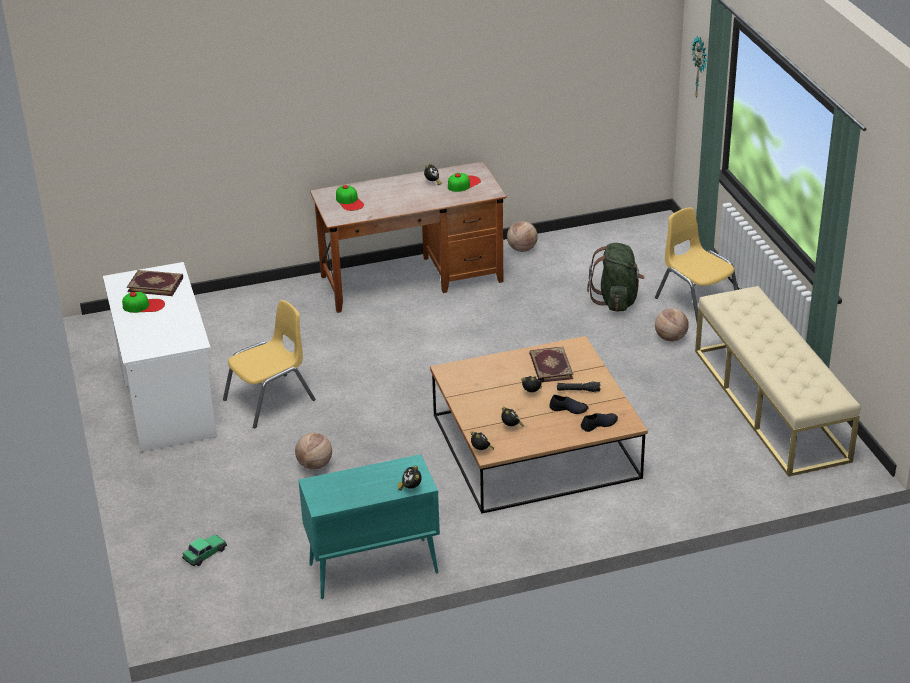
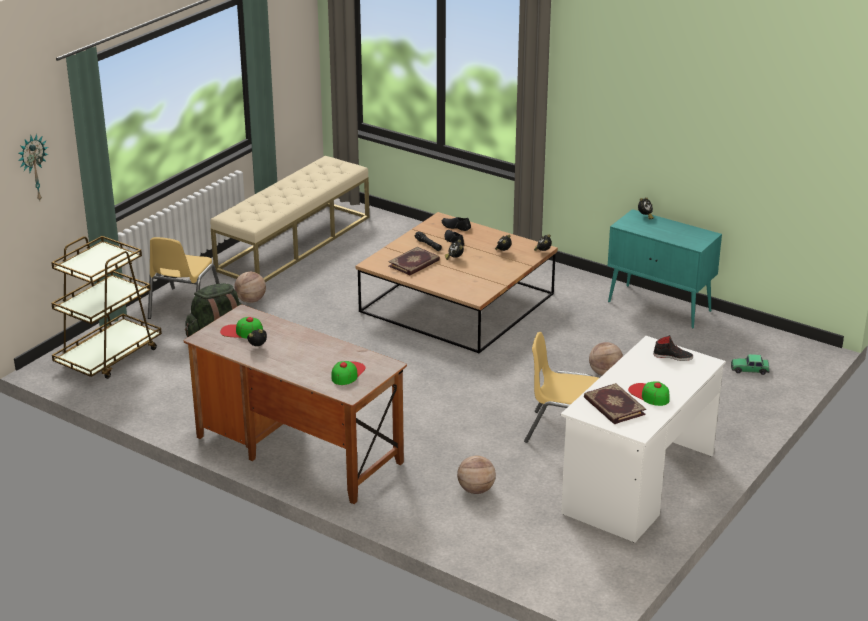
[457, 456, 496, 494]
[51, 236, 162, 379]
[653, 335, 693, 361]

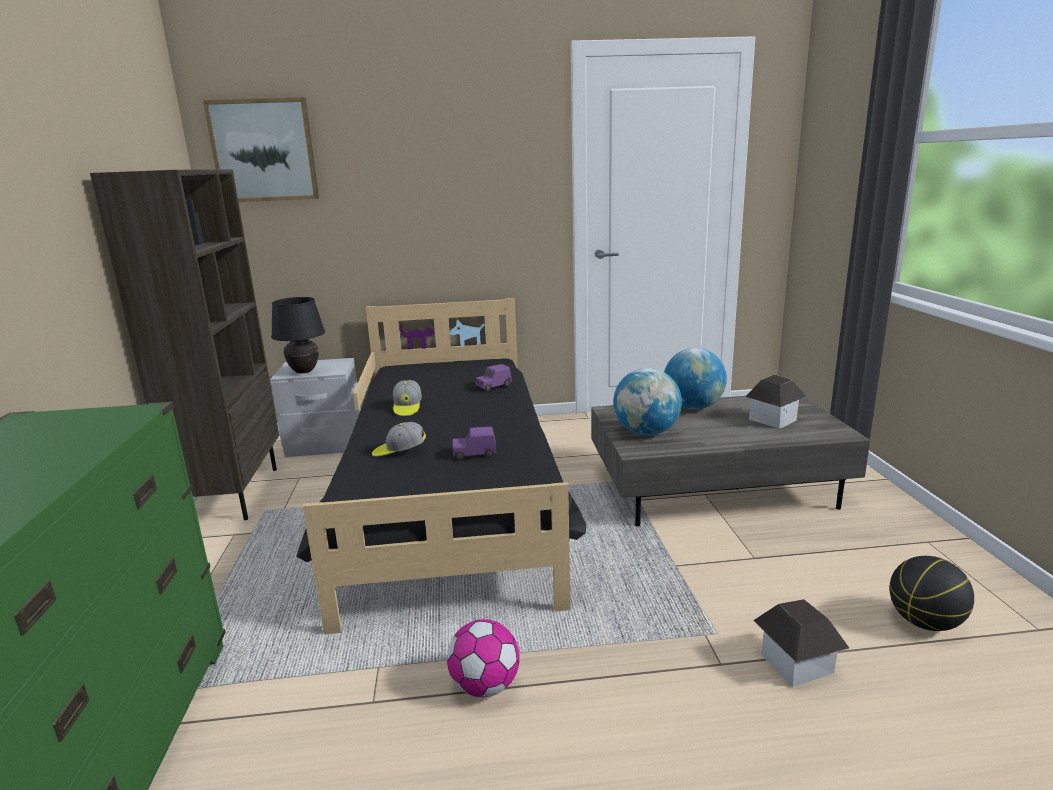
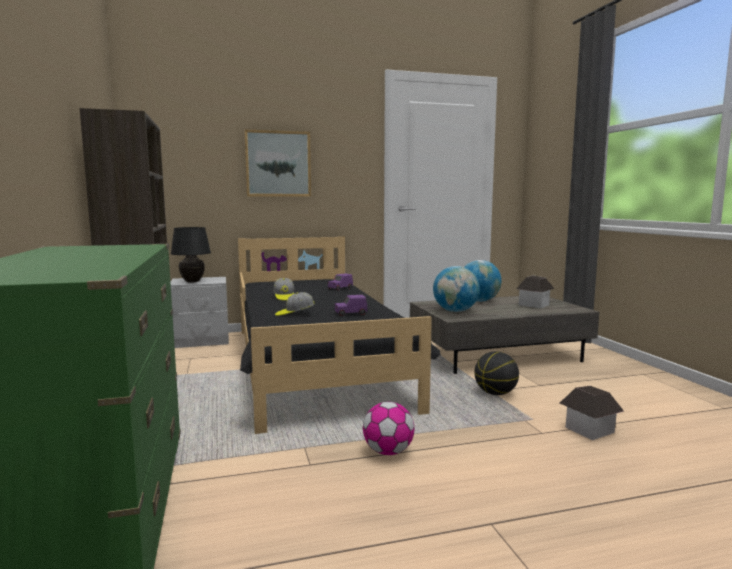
[244, 129, 311, 197]
[474, 351, 519, 395]

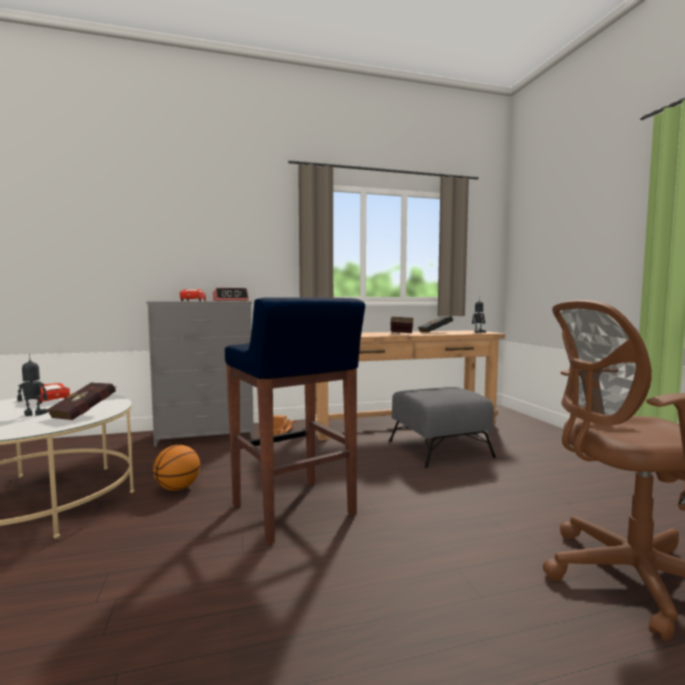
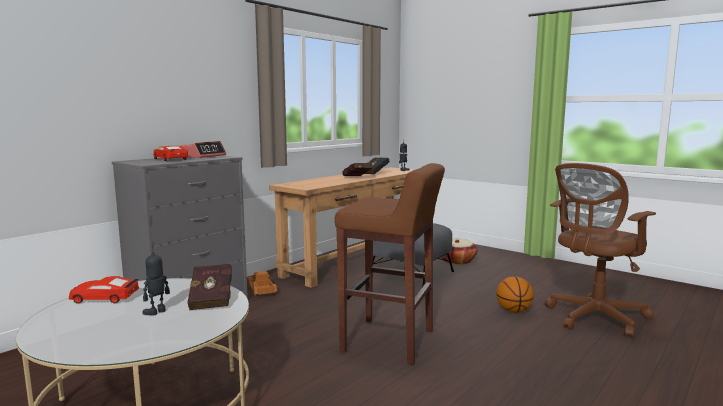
[335, 163, 445, 365]
[496, 276, 534, 313]
[442, 239, 478, 265]

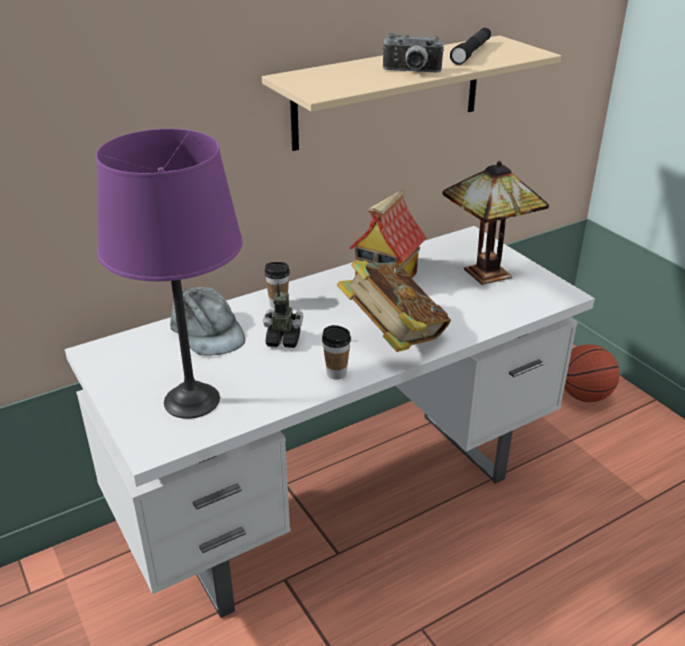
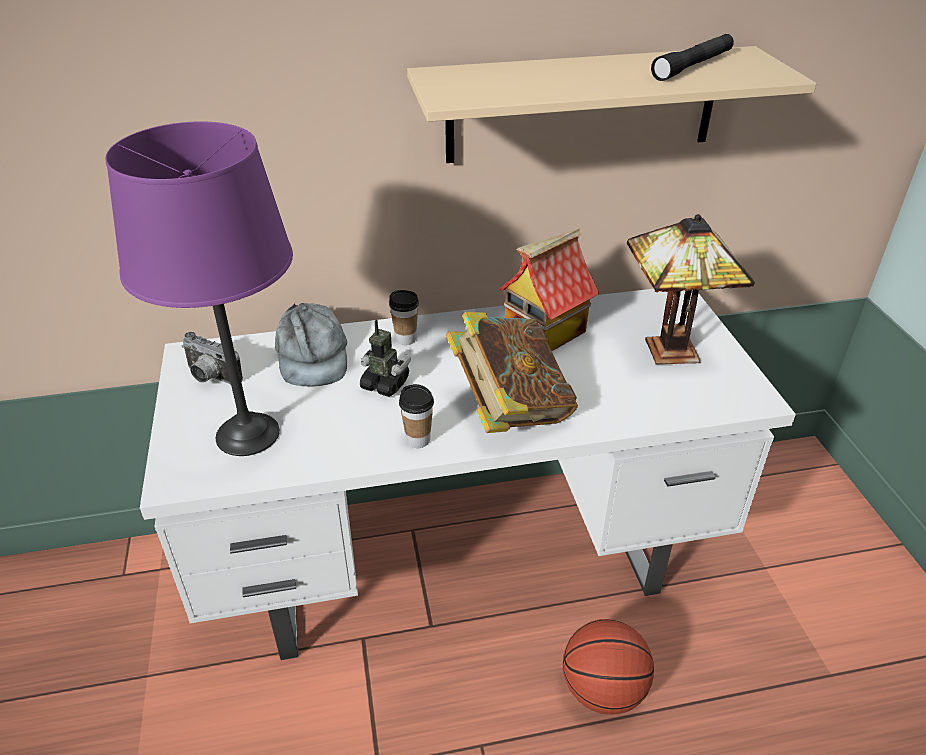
[182, 332, 243, 384]
[563, 619, 654, 715]

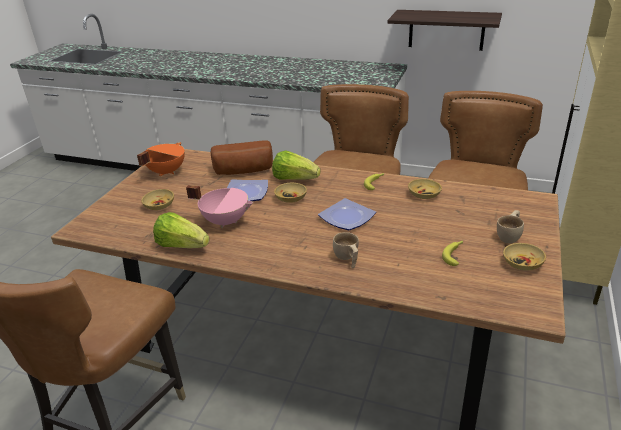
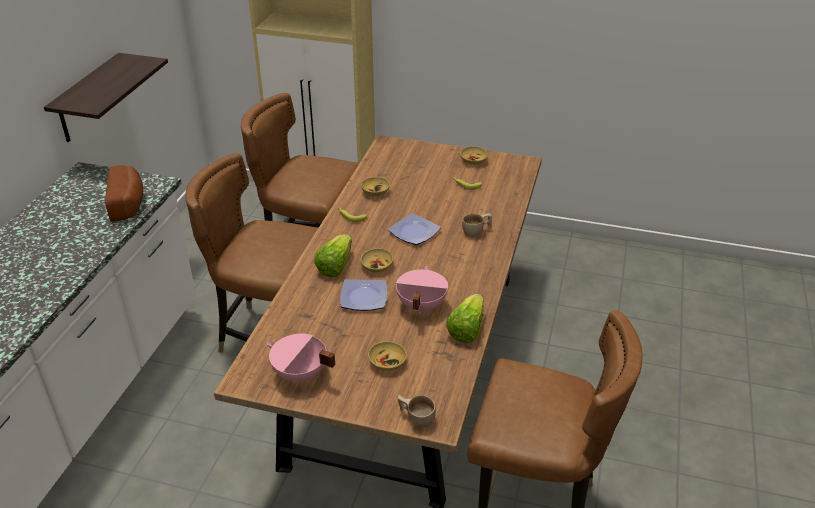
[105, 165, 143, 222]
[267, 334, 335, 383]
[398, 395, 436, 428]

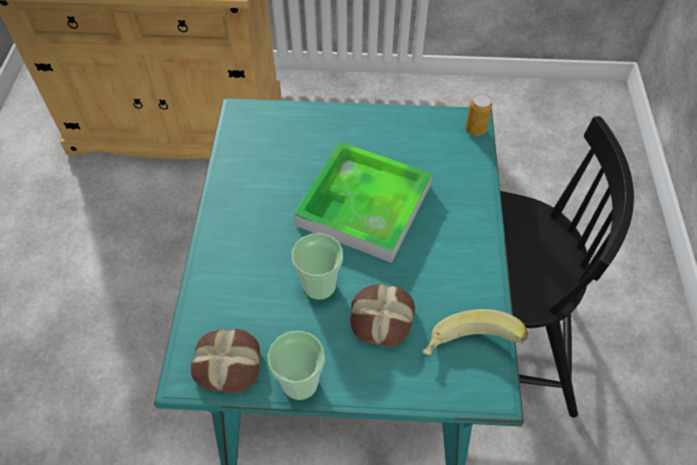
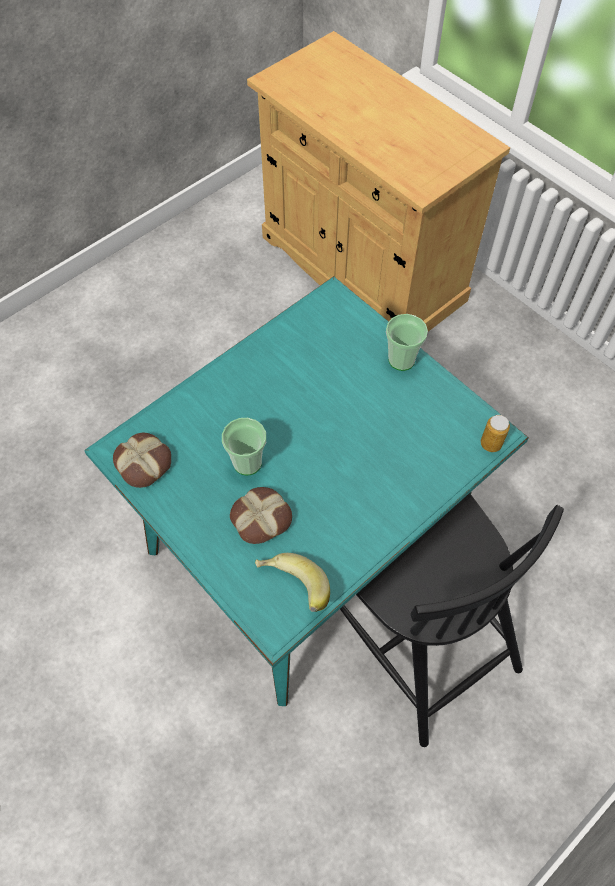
[294, 142, 432, 263] (first image)
[386, 314, 428, 371]

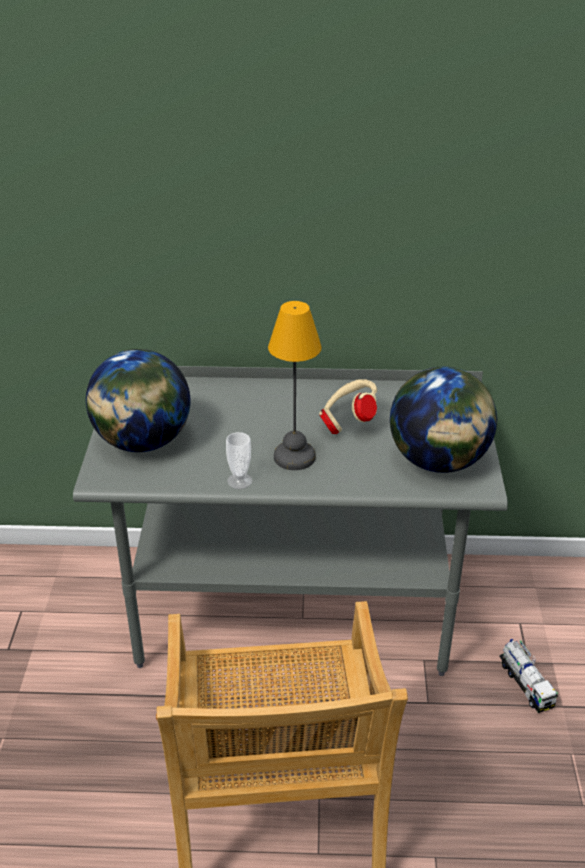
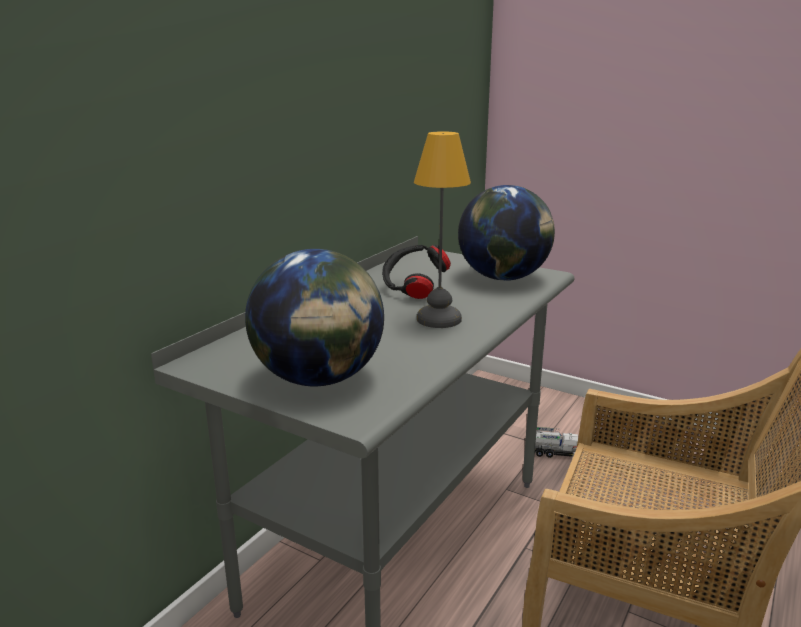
[382, 245, 451, 299]
[226, 432, 252, 489] (first image)

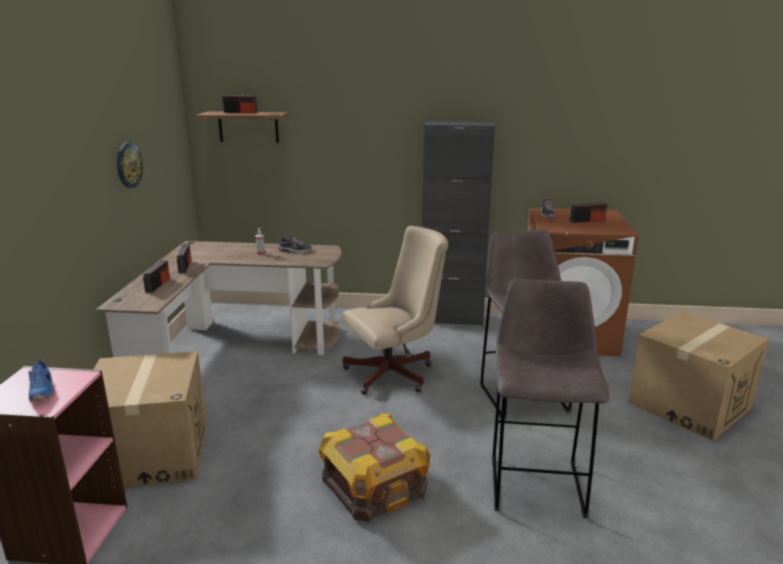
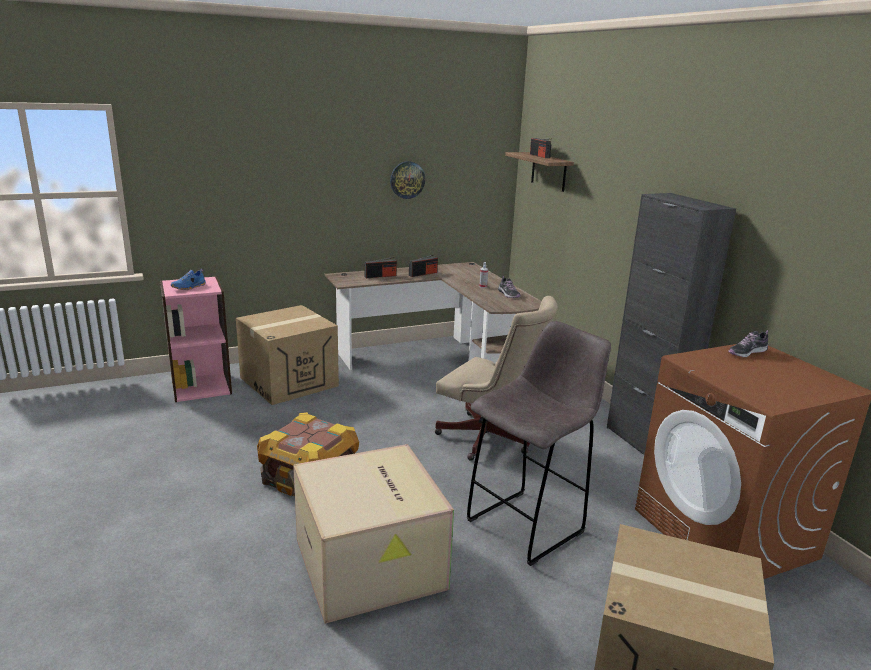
[570, 200, 607, 223] (first image)
[293, 444, 454, 624]

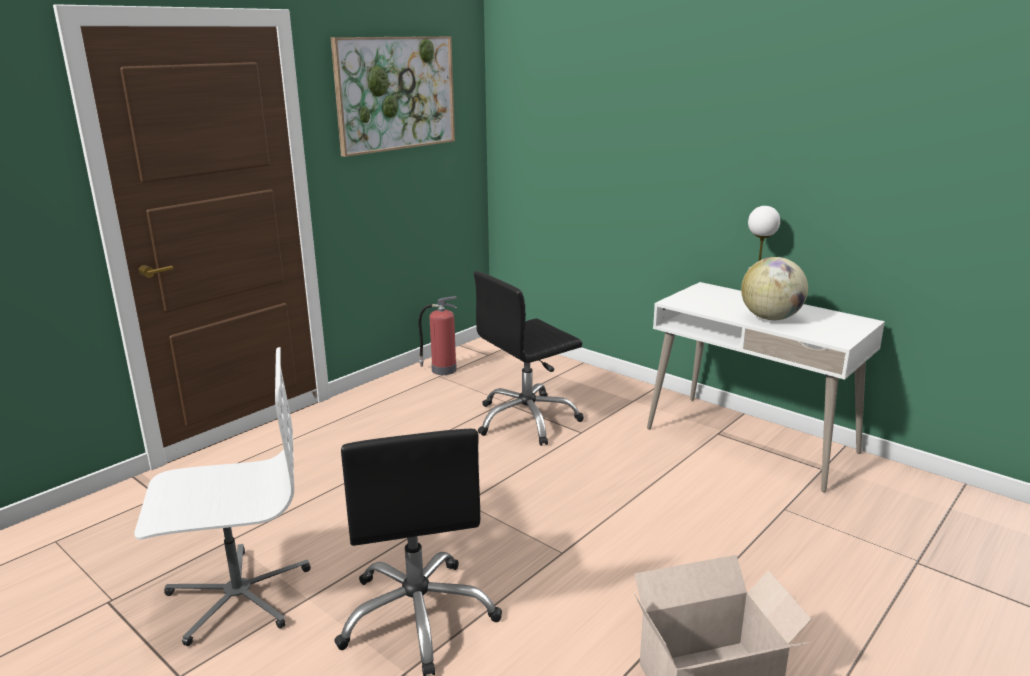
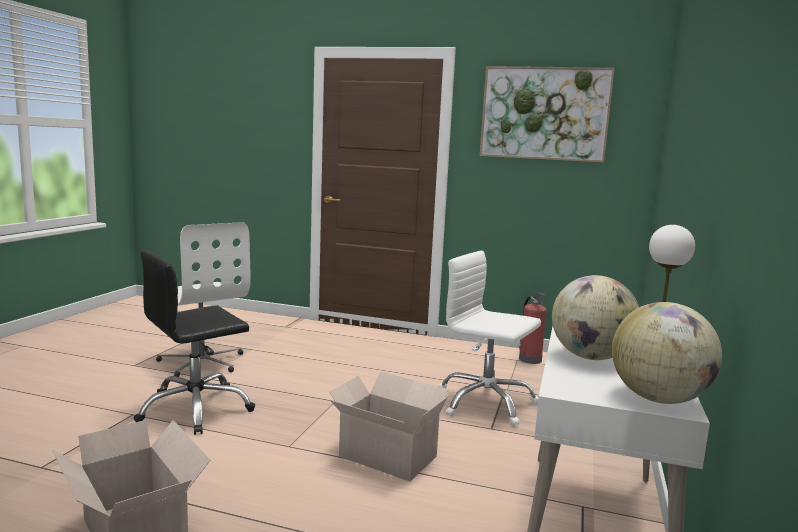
[438, 251, 541, 426]
[612, 302, 722, 404]
[329, 371, 449, 481]

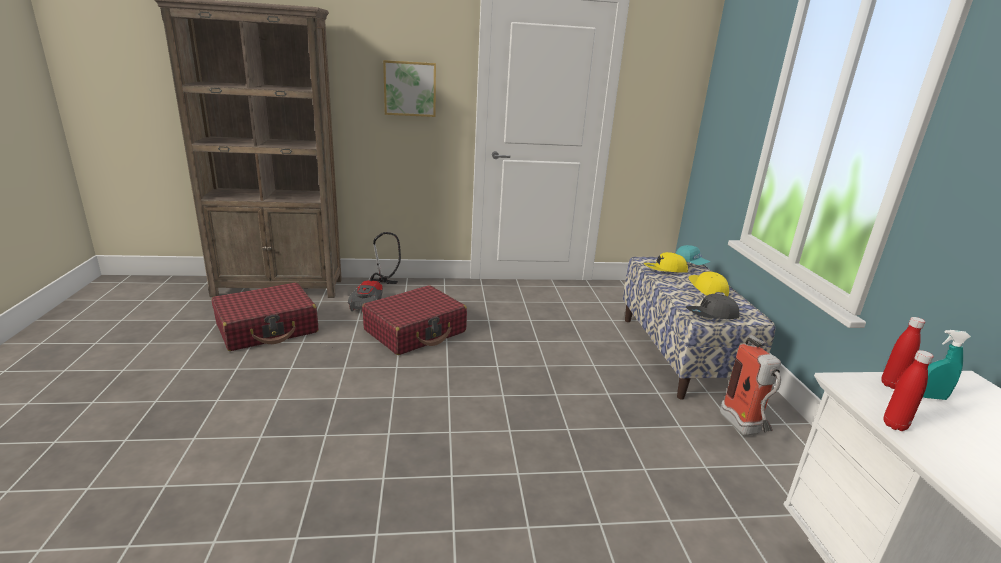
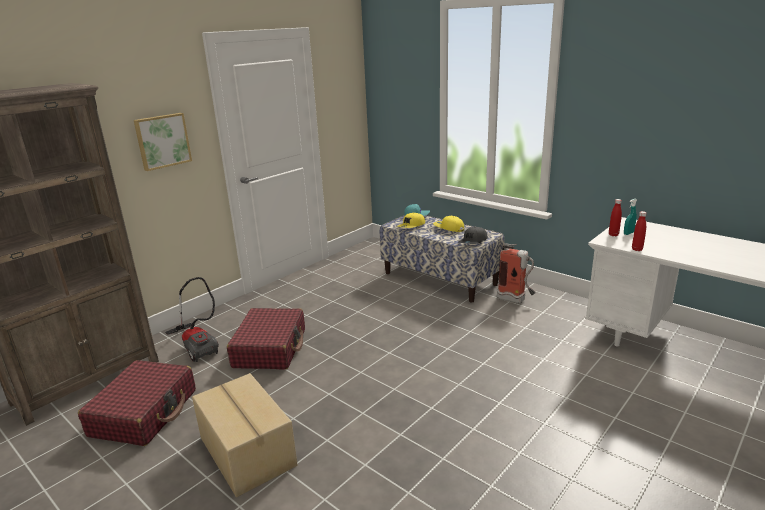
[192, 373, 298, 497]

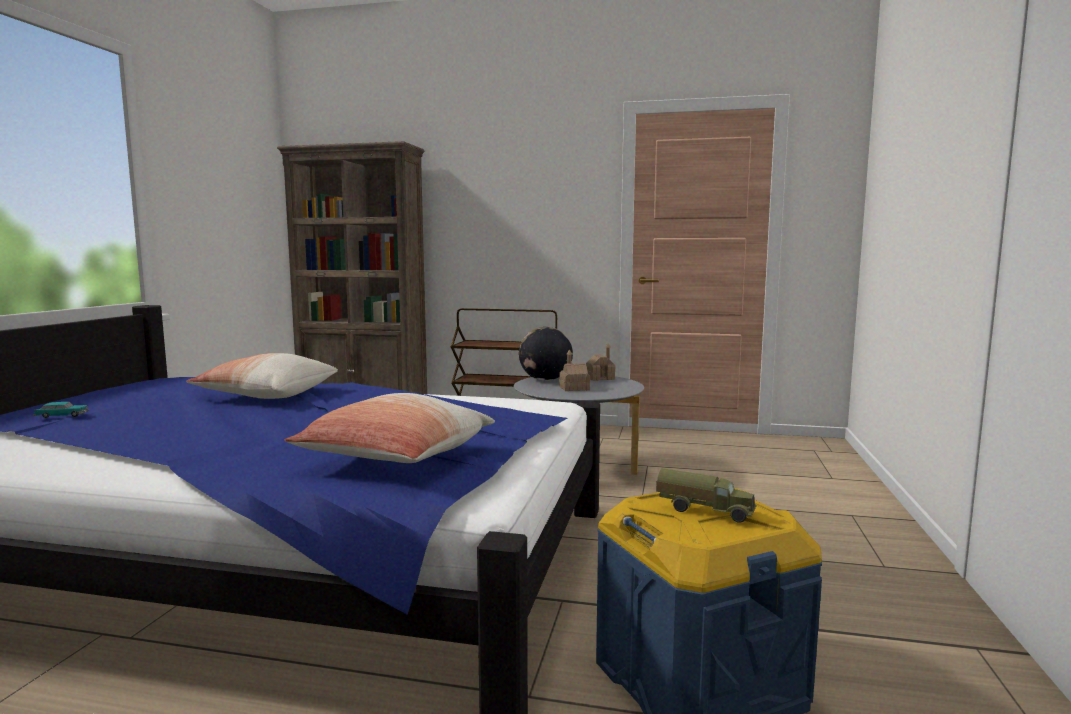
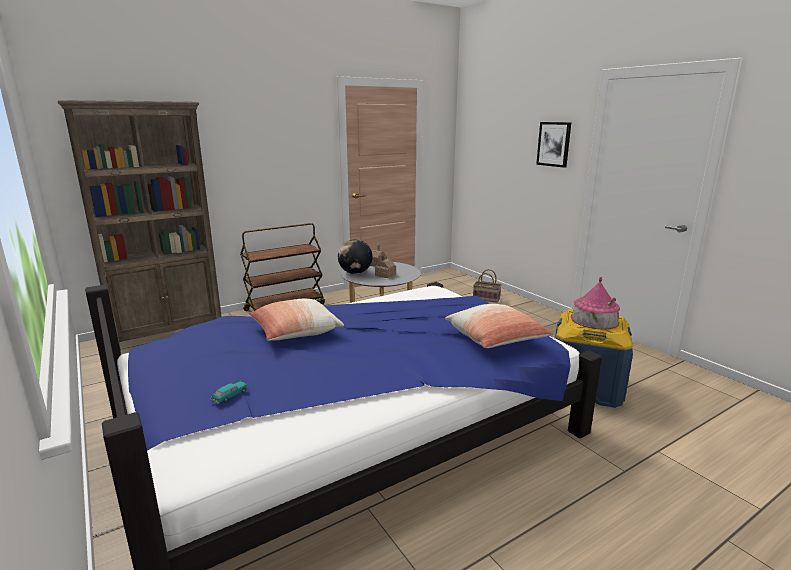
[571, 277, 620, 330]
[536, 122, 571, 168]
[473, 269, 502, 303]

